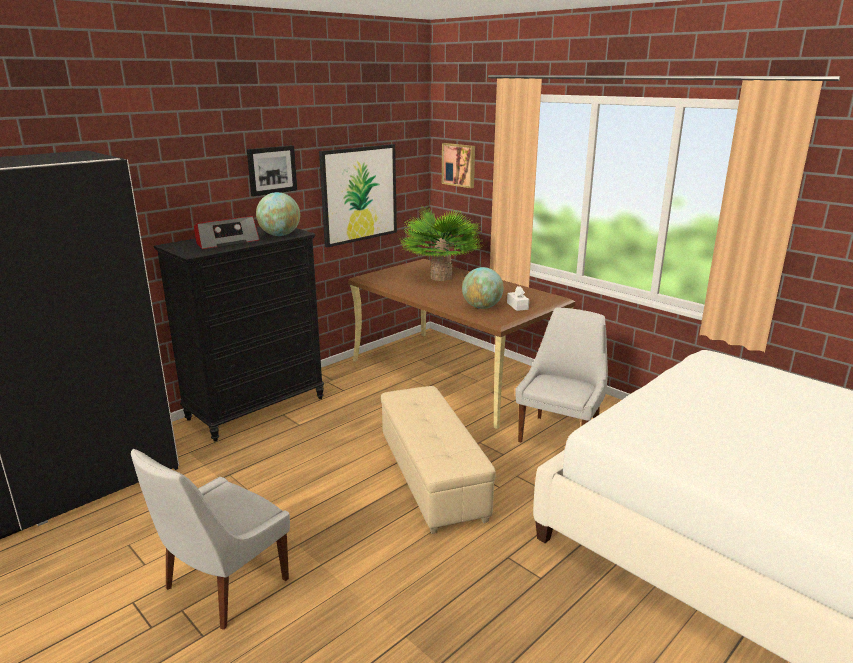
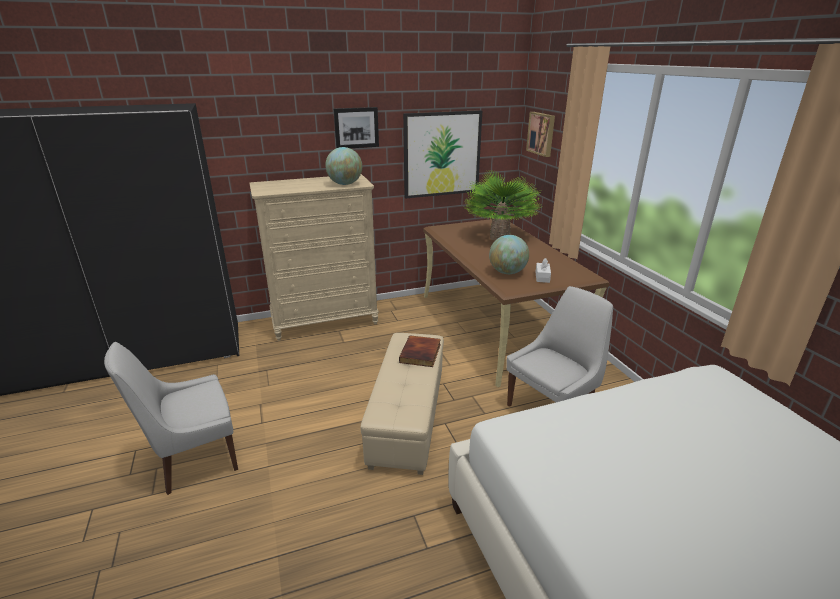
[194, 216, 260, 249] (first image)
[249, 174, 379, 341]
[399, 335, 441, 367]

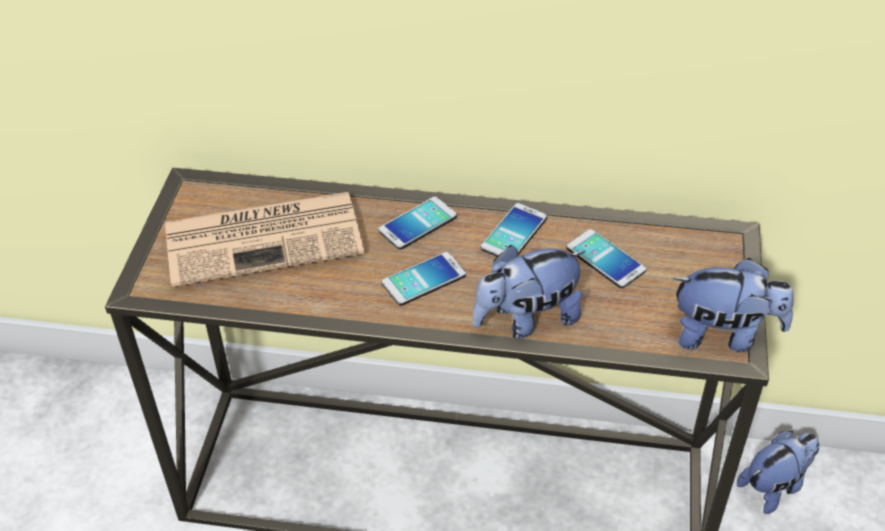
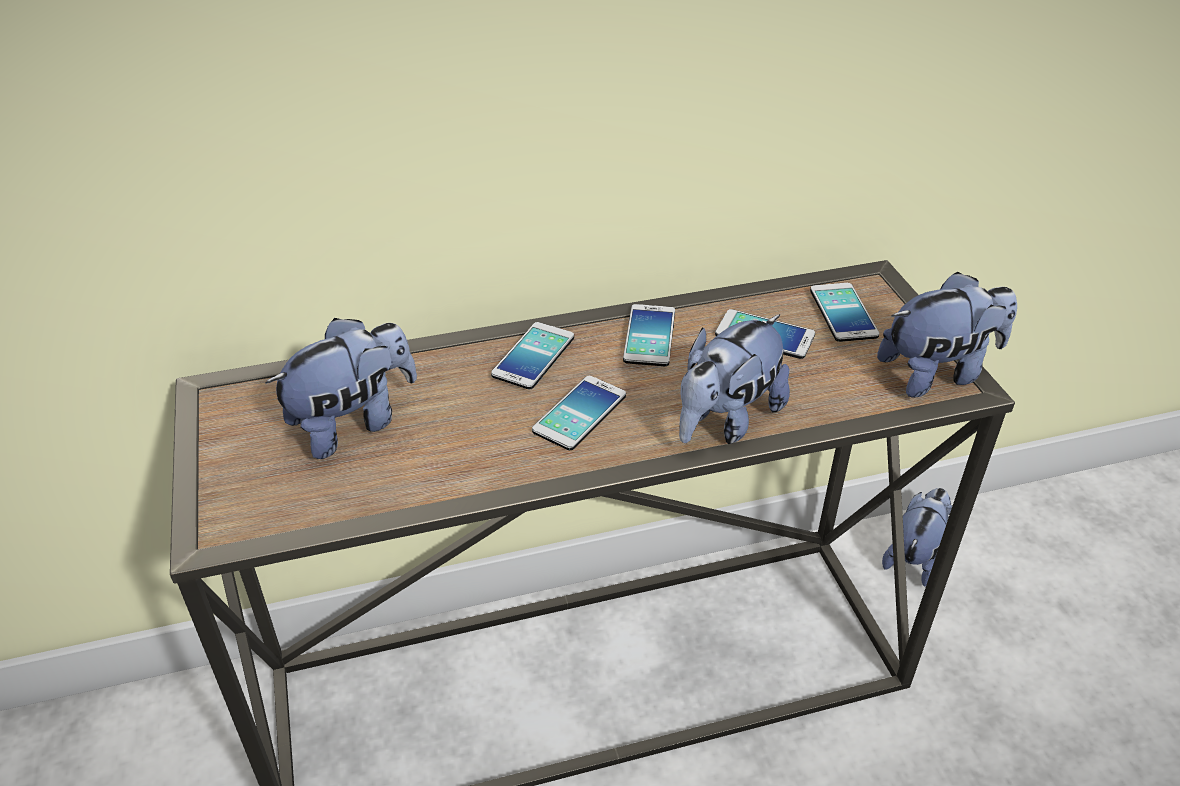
[265, 318, 417, 459]
[810, 283, 879, 342]

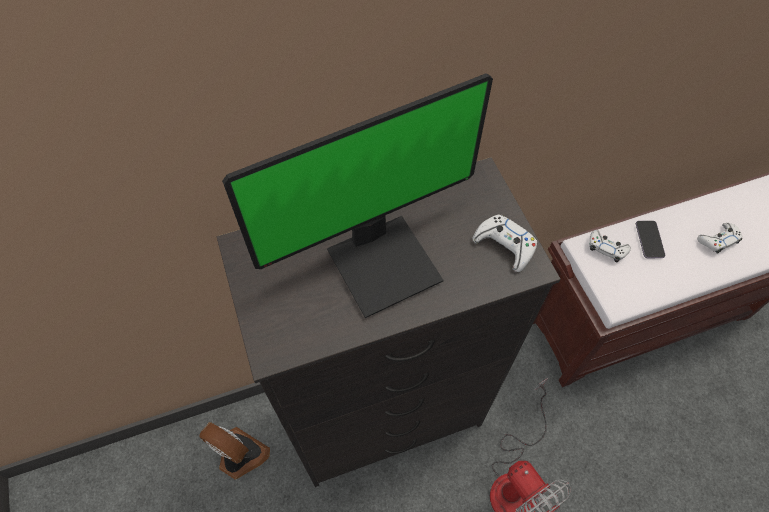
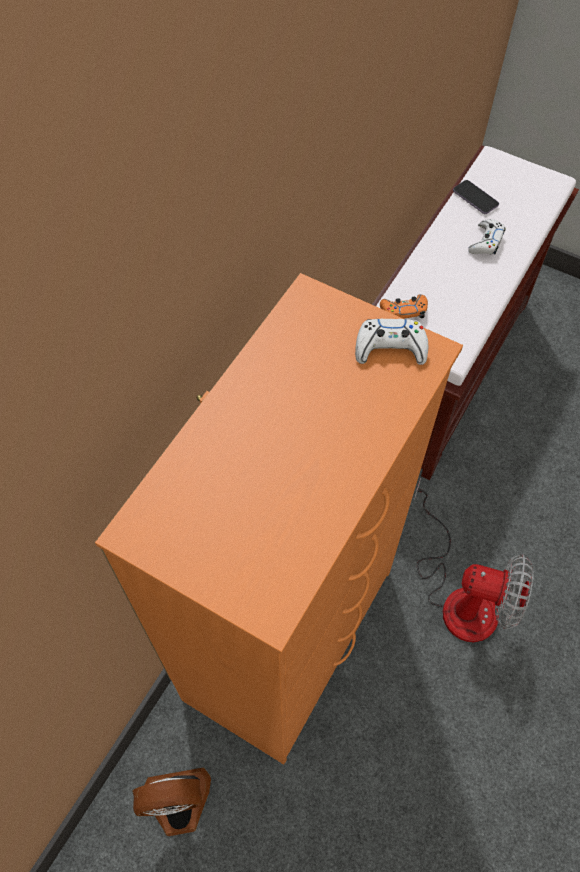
[222, 73, 493, 318] (first image)
[95, 273, 463, 765]
[453, 180, 499, 214]
[380, 295, 428, 319]

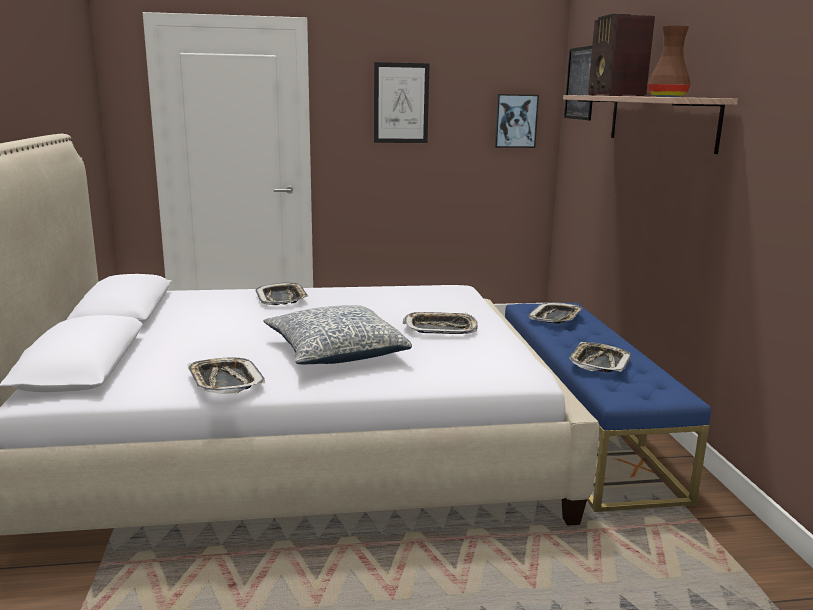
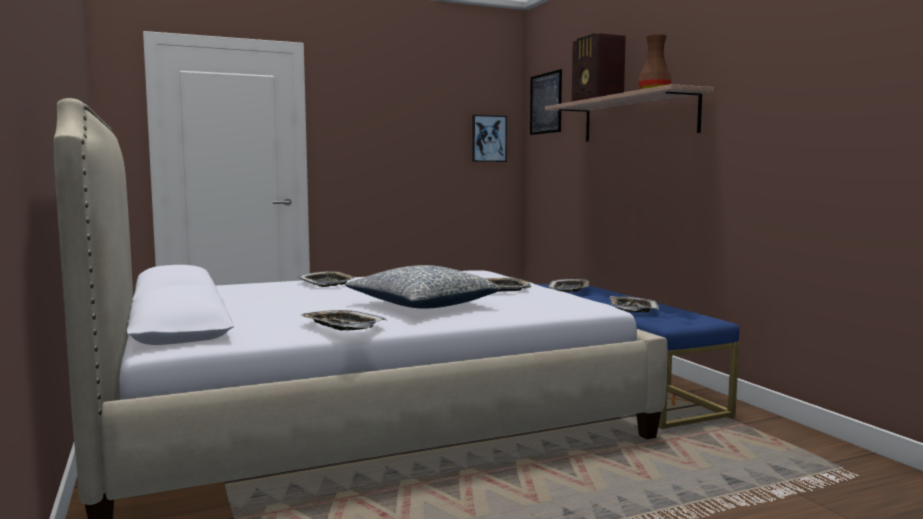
[374, 62, 429, 143] (first image)

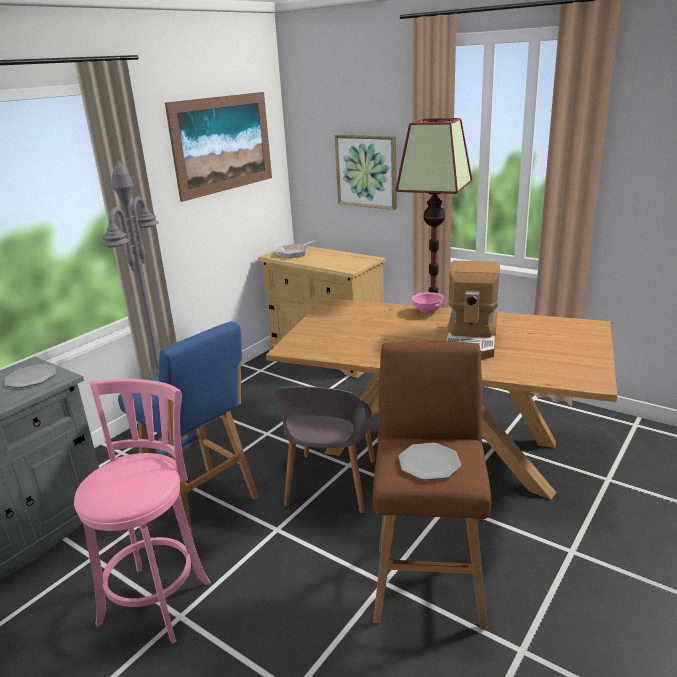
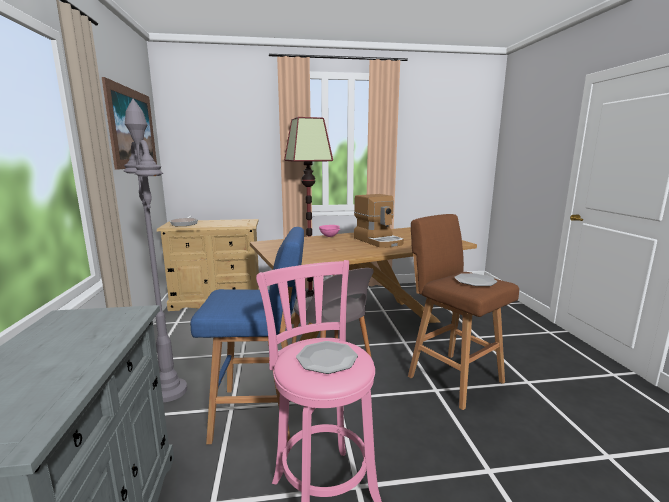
[335, 135, 397, 210] (first image)
[296, 341, 358, 374]

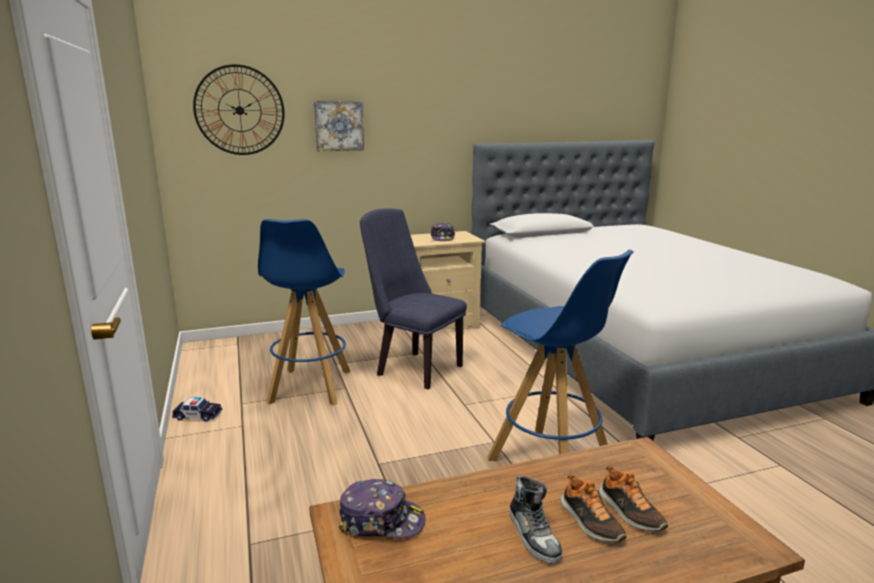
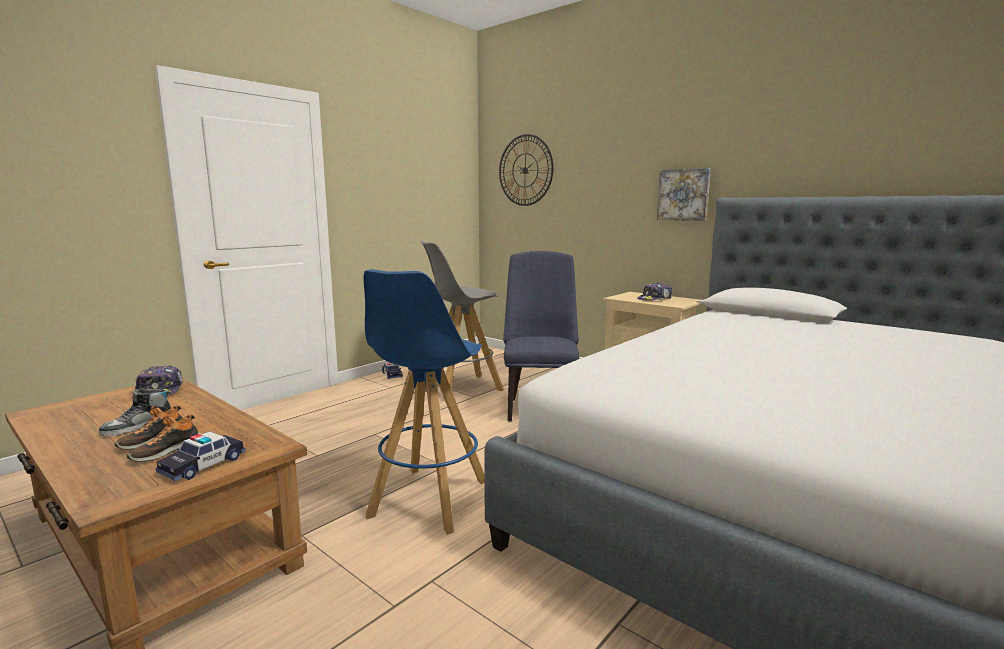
[657, 168, 711, 221]
[420, 241, 504, 401]
[155, 431, 246, 481]

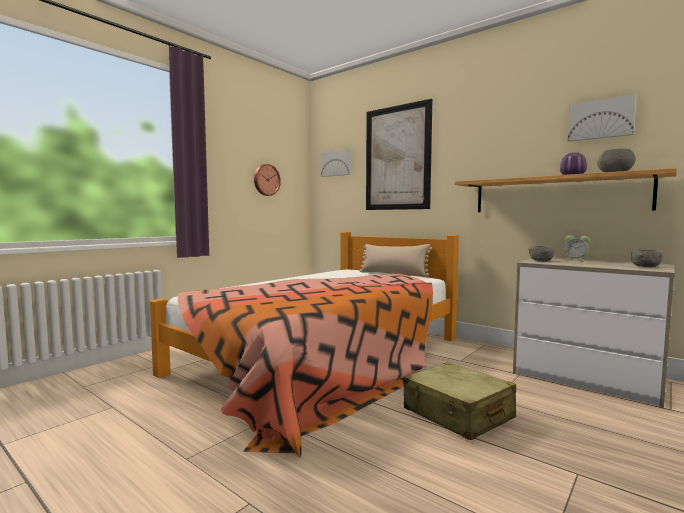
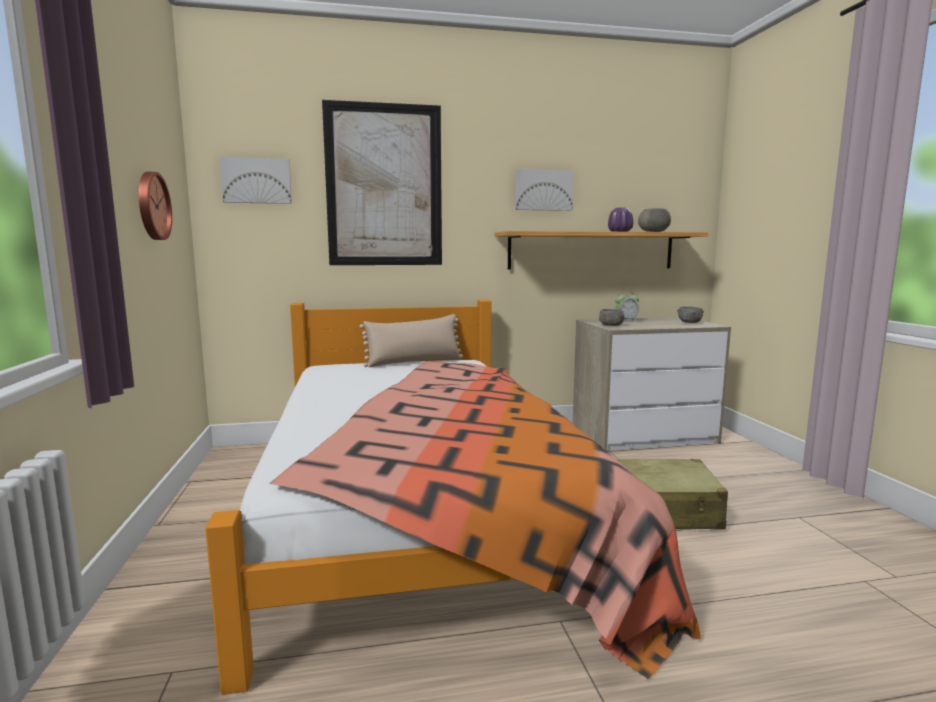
[515, 169, 574, 211]

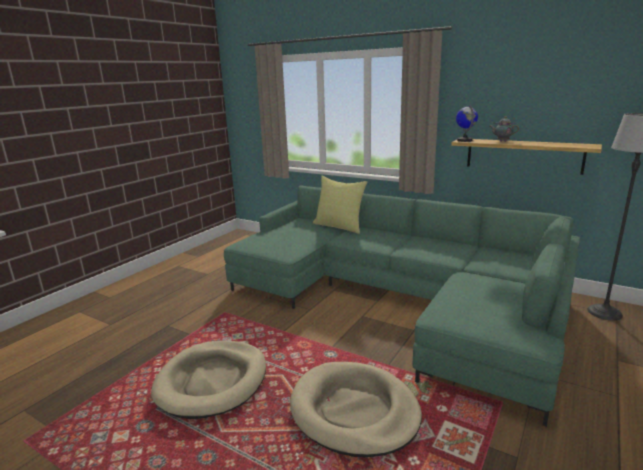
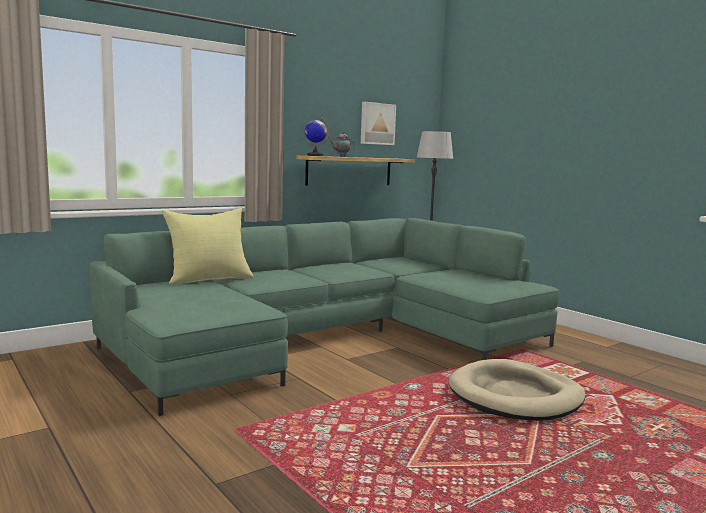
[151, 341, 266, 419] (first image)
[361, 102, 396, 145]

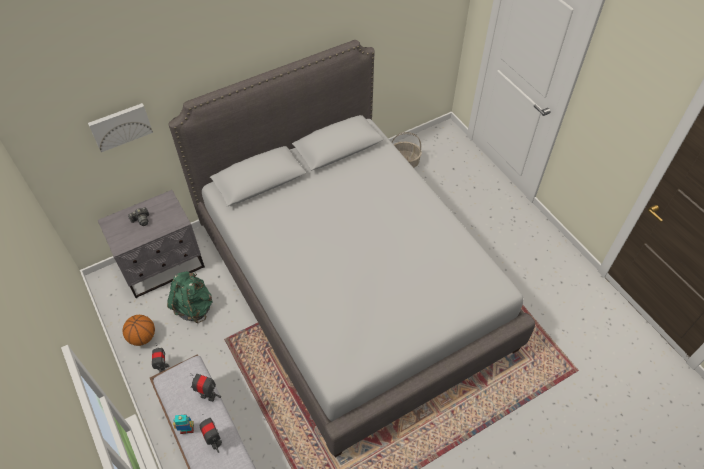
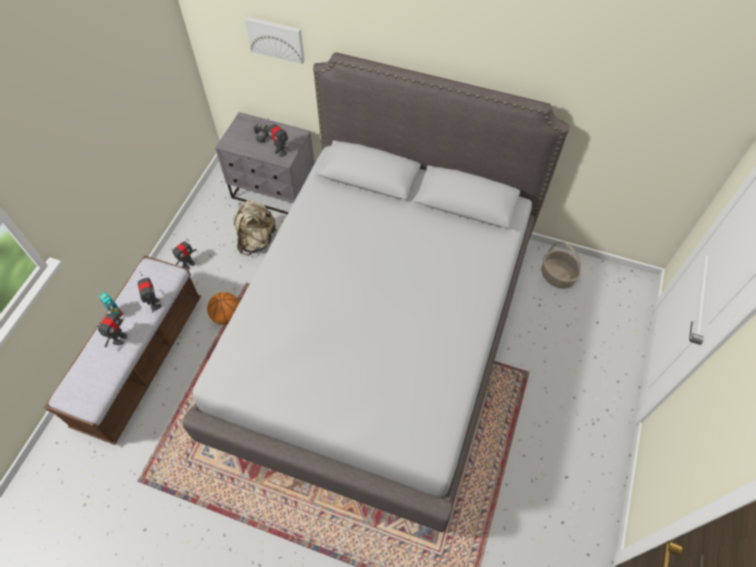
[234, 200, 277, 255]
[207, 292, 240, 325]
[268, 118, 291, 157]

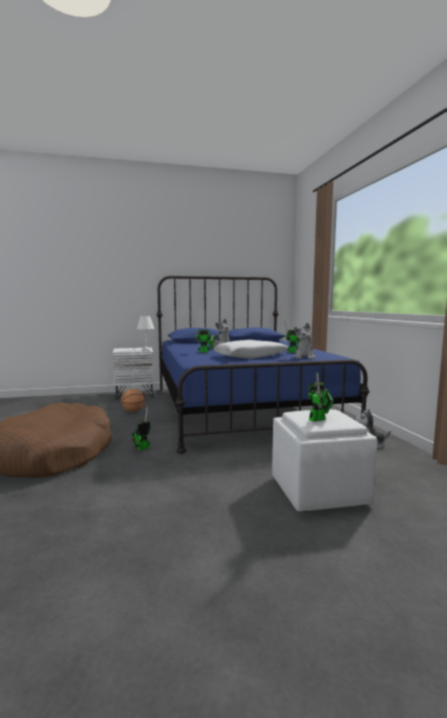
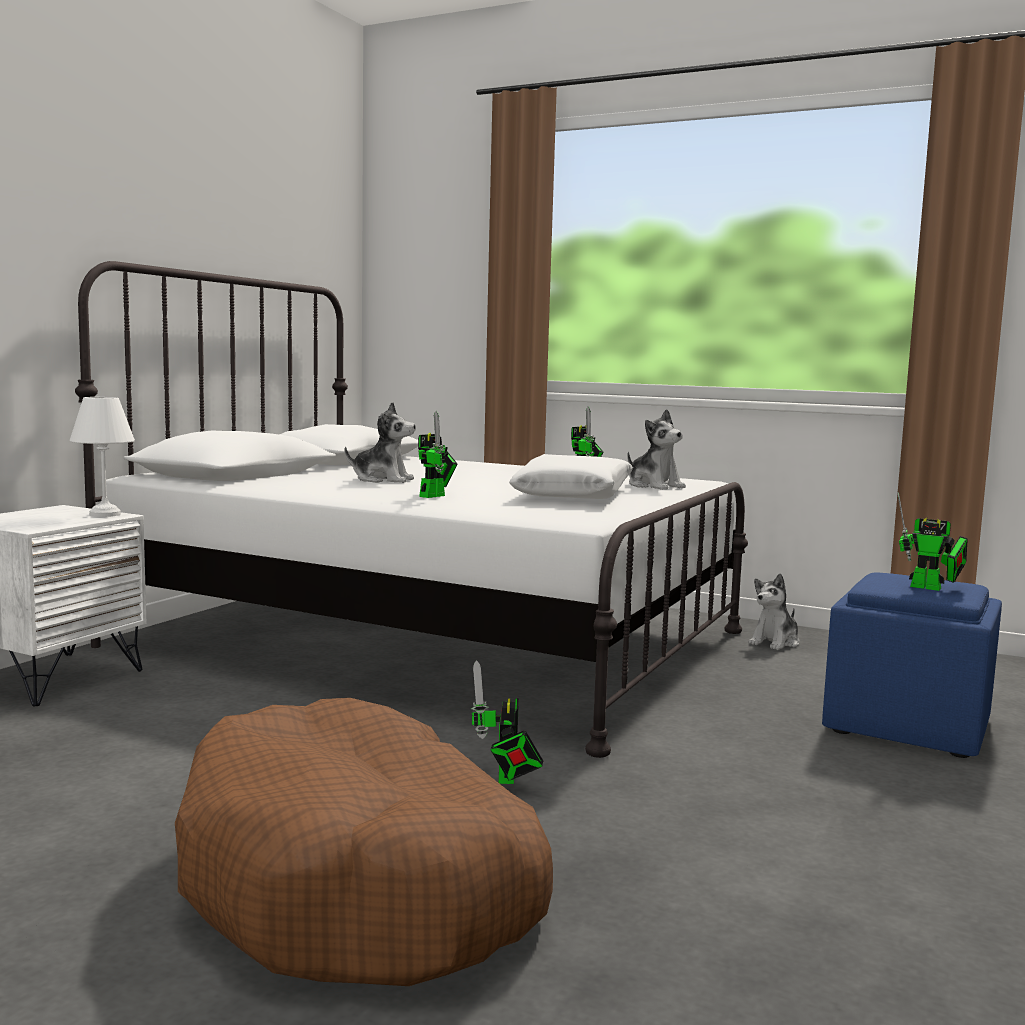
[75, 261, 748, 758]
[898, 492, 968, 591]
[121, 389, 145, 412] (first image)
[822, 572, 1002, 758]

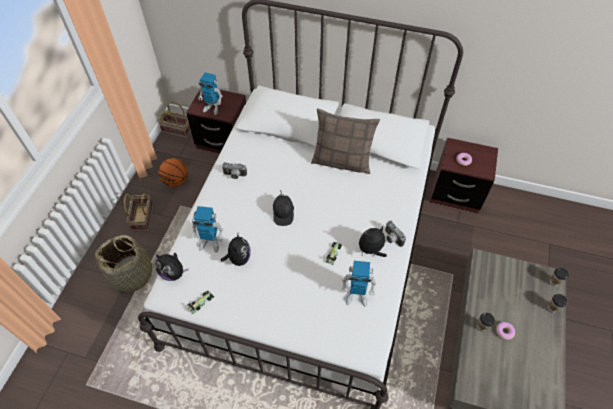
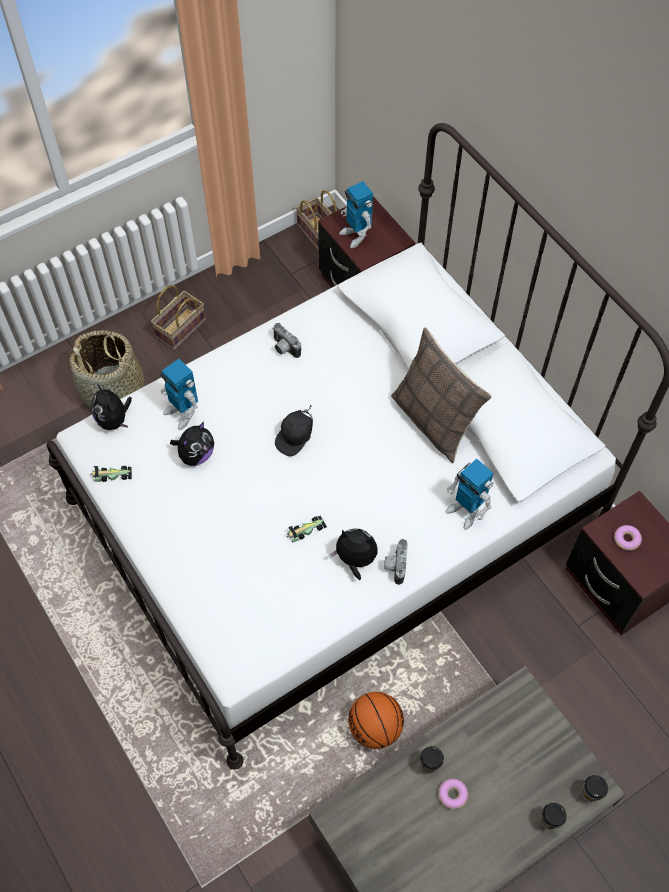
[348, 692, 404, 749]
[446, 459, 493, 530]

